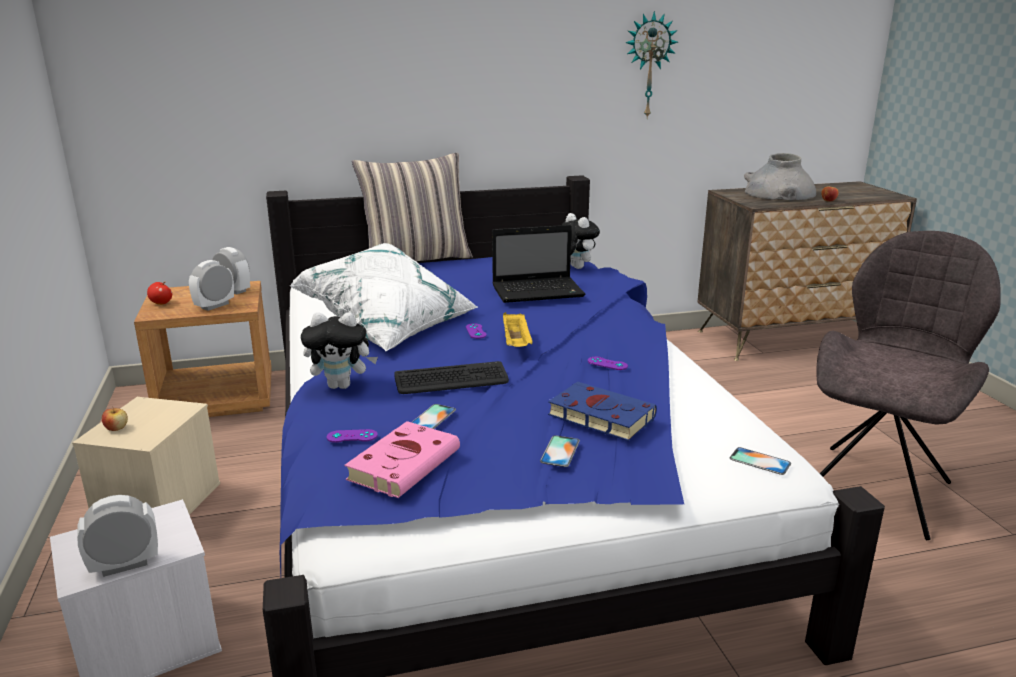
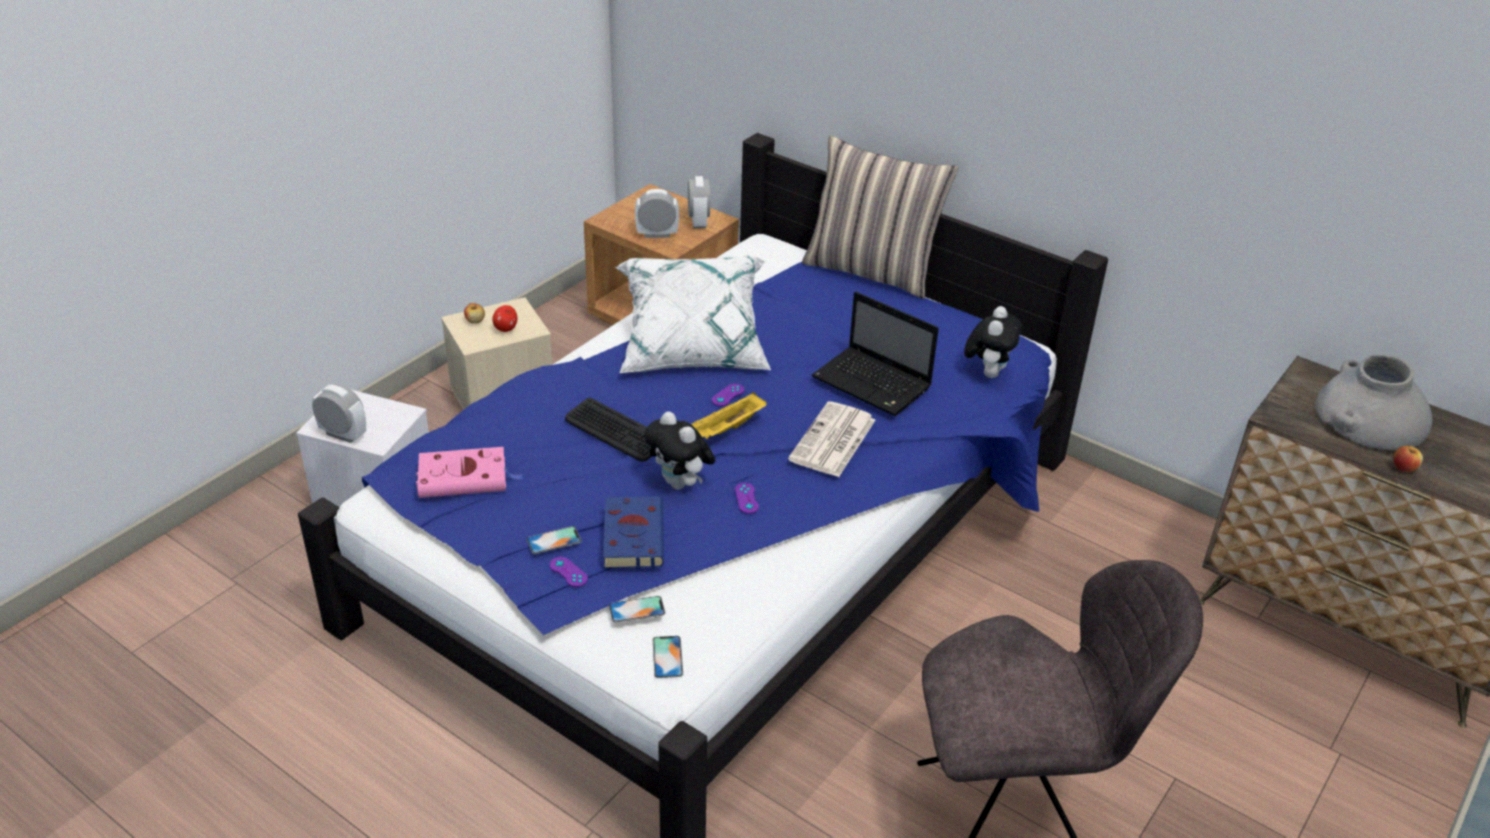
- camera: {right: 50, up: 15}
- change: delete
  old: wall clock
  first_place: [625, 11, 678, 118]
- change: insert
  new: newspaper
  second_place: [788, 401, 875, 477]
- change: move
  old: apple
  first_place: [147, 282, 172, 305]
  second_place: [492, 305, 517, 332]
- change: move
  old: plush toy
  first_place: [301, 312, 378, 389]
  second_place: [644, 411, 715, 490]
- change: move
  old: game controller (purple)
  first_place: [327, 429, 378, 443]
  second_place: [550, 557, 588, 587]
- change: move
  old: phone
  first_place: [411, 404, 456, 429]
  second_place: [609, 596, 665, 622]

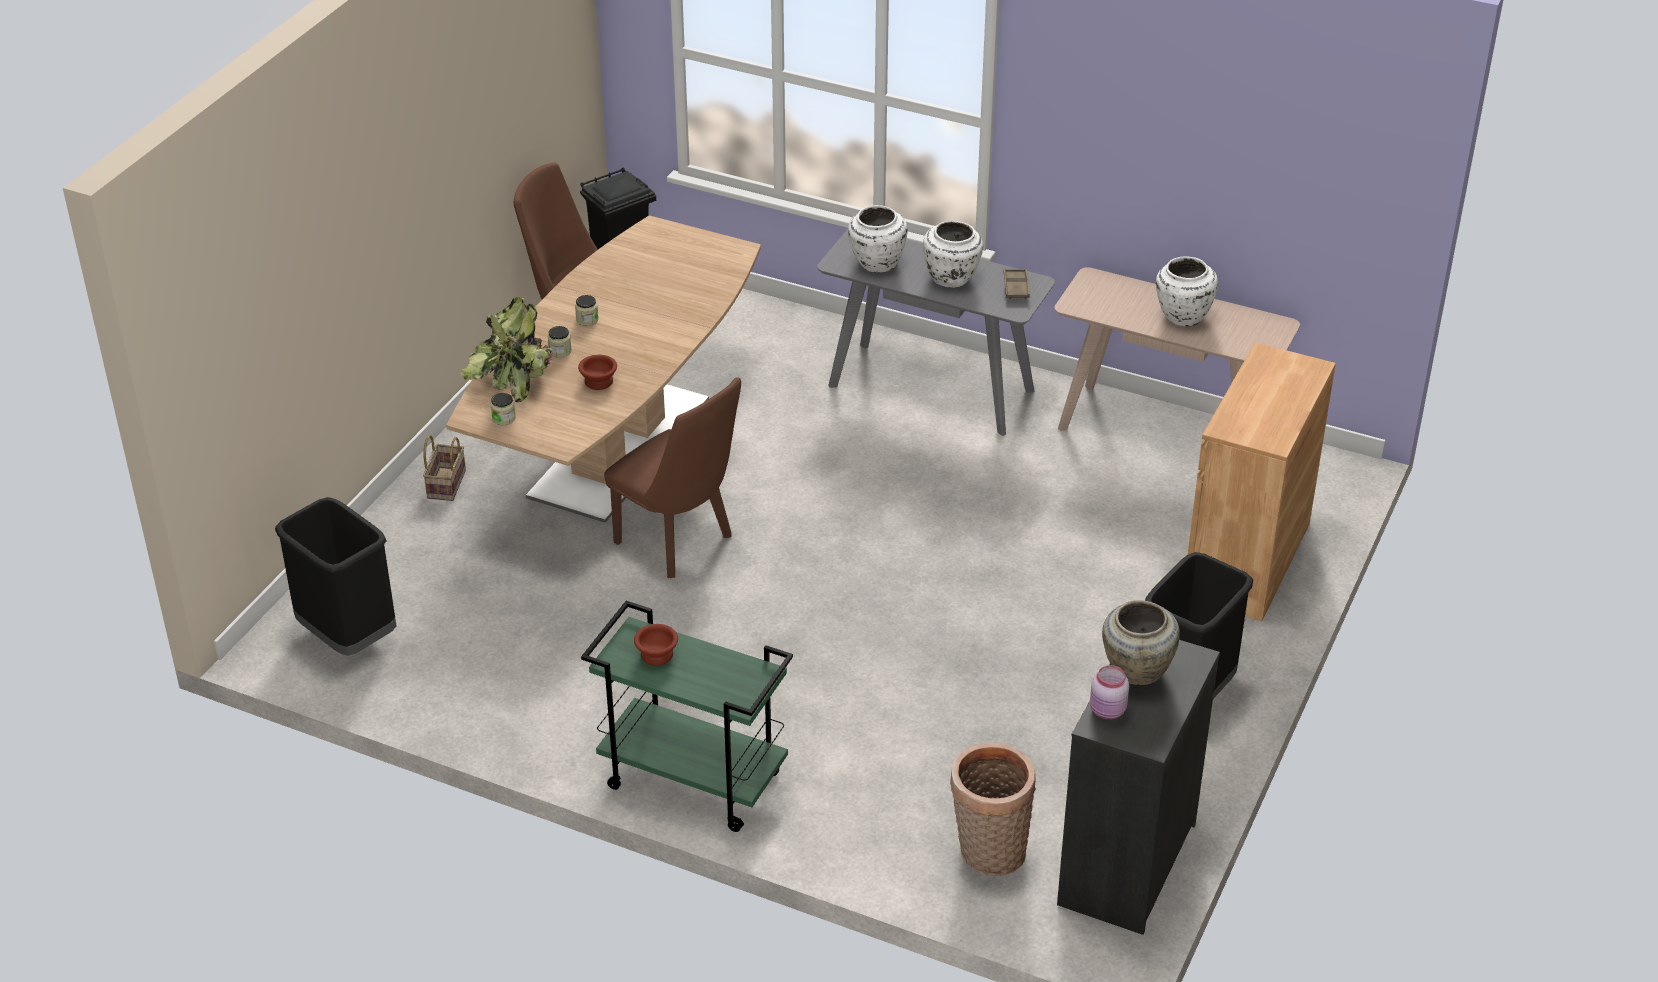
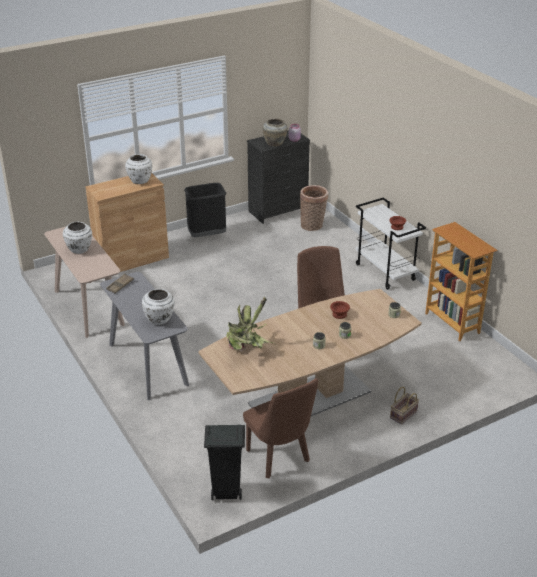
- camera: {right: -145, up: -5}
- change: delete
  old: trash can (black)
  first_place: [275, 497, 396, 656]
- change: insert
  new: bookcase
  second_place: [425, 222, 497, 341]
- change: move
  old: potted plant
  first_place: [461, 297, 553, 403]
  second_place: [226, 297, 275, 351]
- change: move
  old: vase (white)
  first_place: [923, 221, 983, 288]
  second_place: [125, 154, 152, 184]
- change: recolor
  old: cart (green)
  new: cart (white)
  first_place: [581, 601, 793, 832]
  second_place: [355, 197, 426, 290]

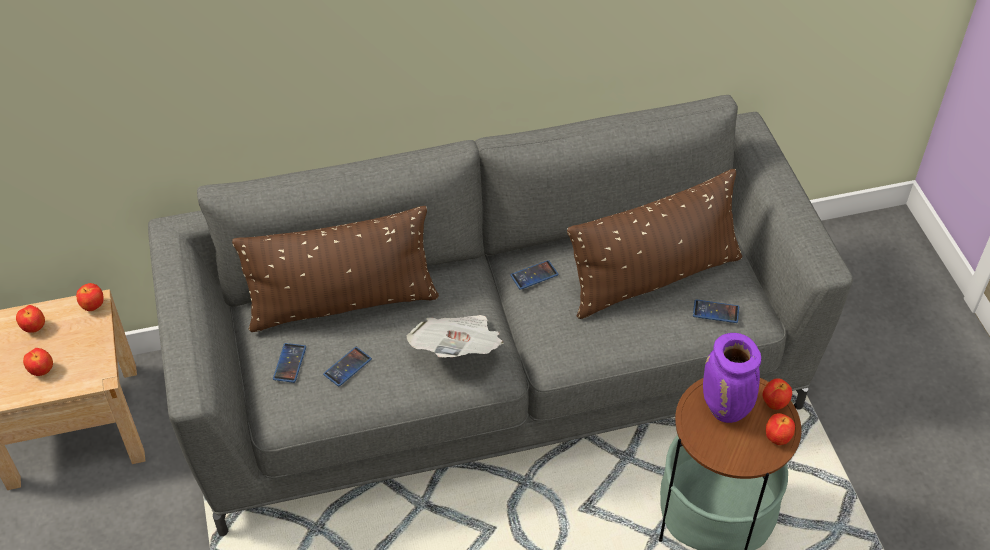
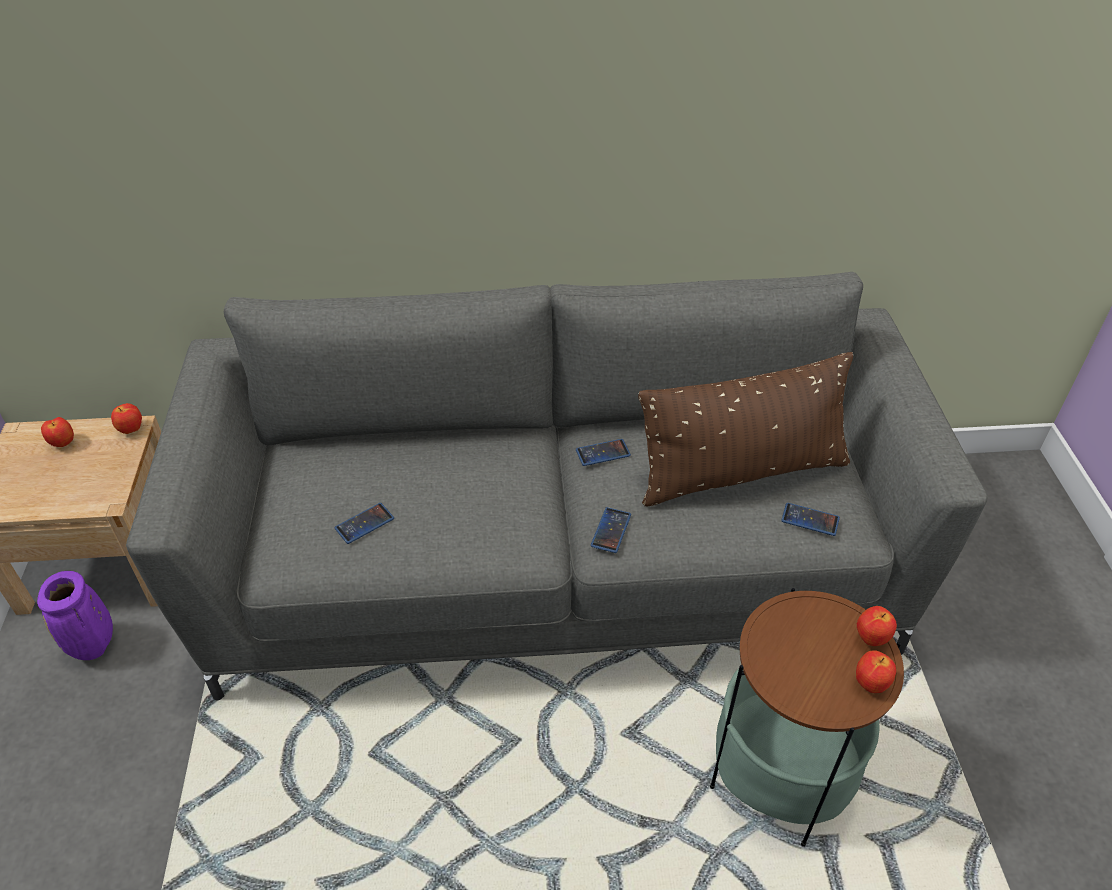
- camera: {right: 10, up: -5}
- change: delete
  old: apple
  first_place: [23, 348, 53, 376]
- change: delete
  old: pillow (brown)
  first_place: [232, 206, 439, 332]
- change: delete
  old: newspaper
  first_place: [406, 315, 503, 357]
- change: move
  old: phone
  first_place: [273, 343, 306, 383]
  second_place: [591, 507, 631, 553]
- change: move
  old: vase (purple)
  first_place: [703, 333, 761, 423]
  second_place: [37, 571, 113, 660]

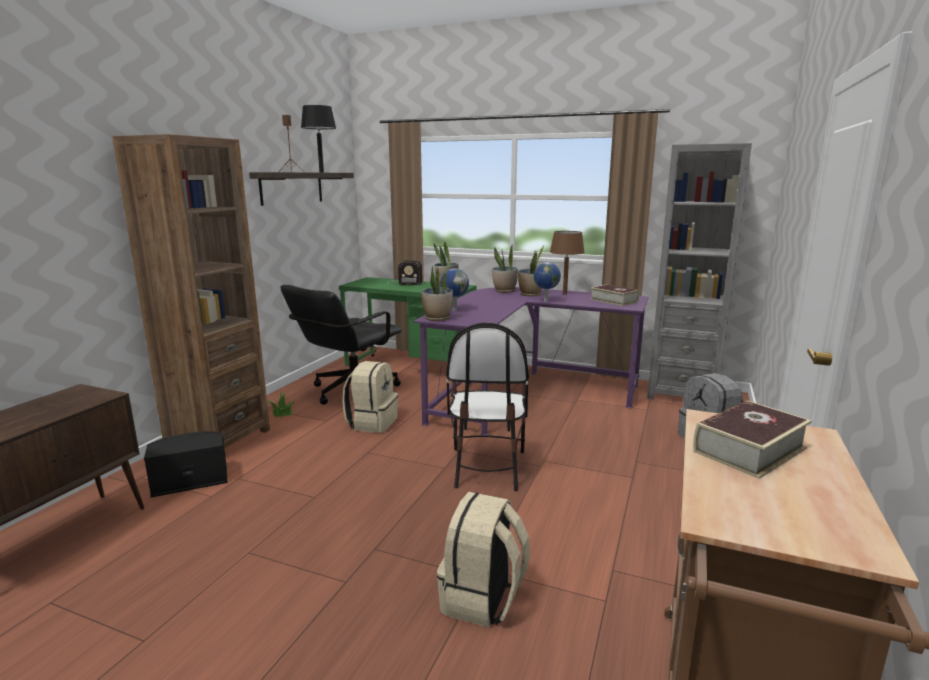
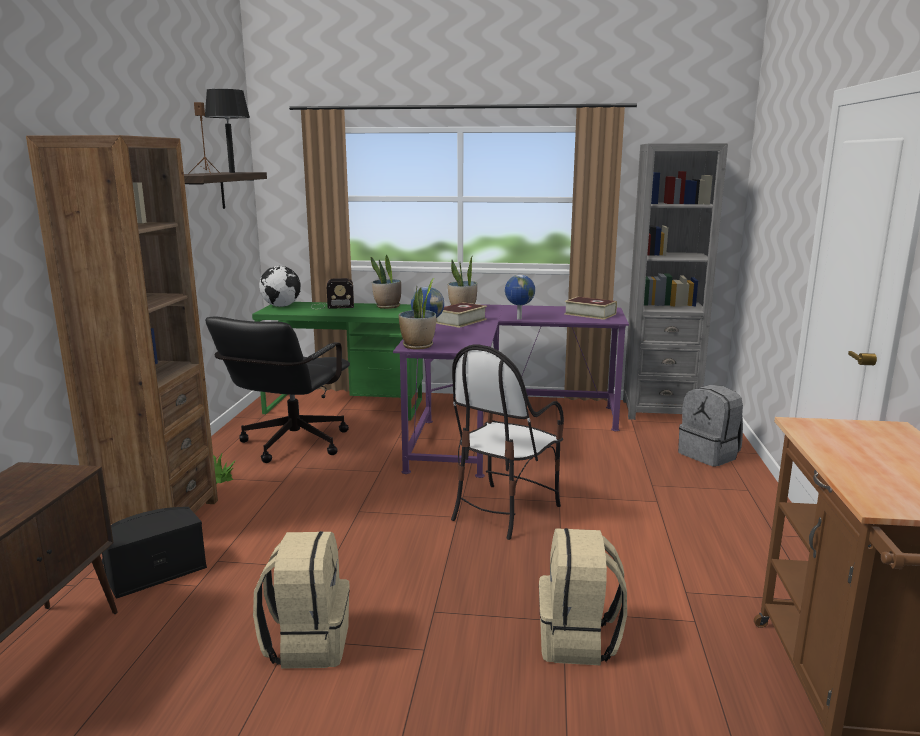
- camera: {right: -15, up: 0}
- change: delete
  old: potted plant
  first_place: [518, 245, 545, 296]
- change: delete
  old: table lamp (brown)
  first_place: [550, 231, 585, 295]
- change: insert
  new: globe
  second_place: [259, 266, 301, 307]
- change: move
  old: backpack (beige)
  first_place: [342, 361, 398, 433]
  second_place: [253, 531, 350, 669]
- change: move
  old: book
  first_place: [693, 400, 812, 479]
  second_place: [436, 302, 487, 328]
- change: rotate
  old: chair
  first_place: [446, 323, 529, 491]
  second_place: [451, 344, 564, 540]
  degrees: 45

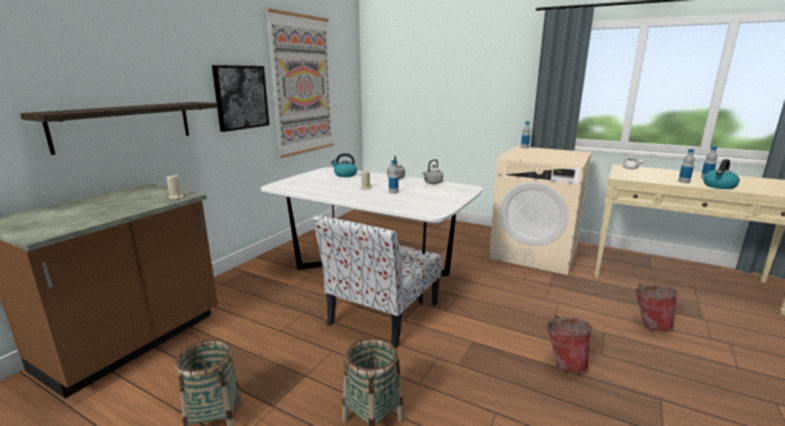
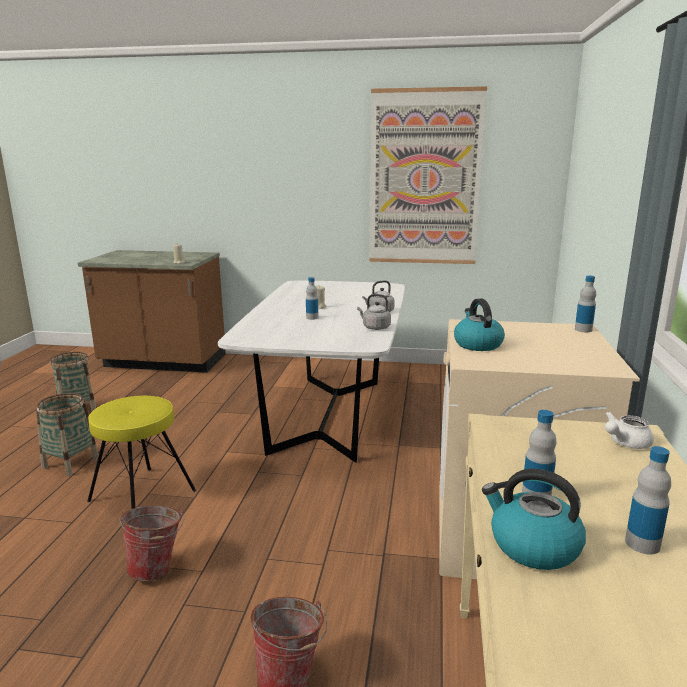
- camera: {right: 70, up: 0}
- change: delete
  old: shelf
  first_place: [20, 102, 217, 155]
- change: delete
  old: picture
  first_place: [212, 65, 269, 132]
- change: delete
  old: chair
  first_place: [312, 215, 442, 348]
- change: insert
  new: stool (yellow)
  second_place: [87, 396, 196, 509]
- change: move
  old: kettle
  first_place: [331, 153, 357, 177]
  second_place: [454, 299, 505, 351]

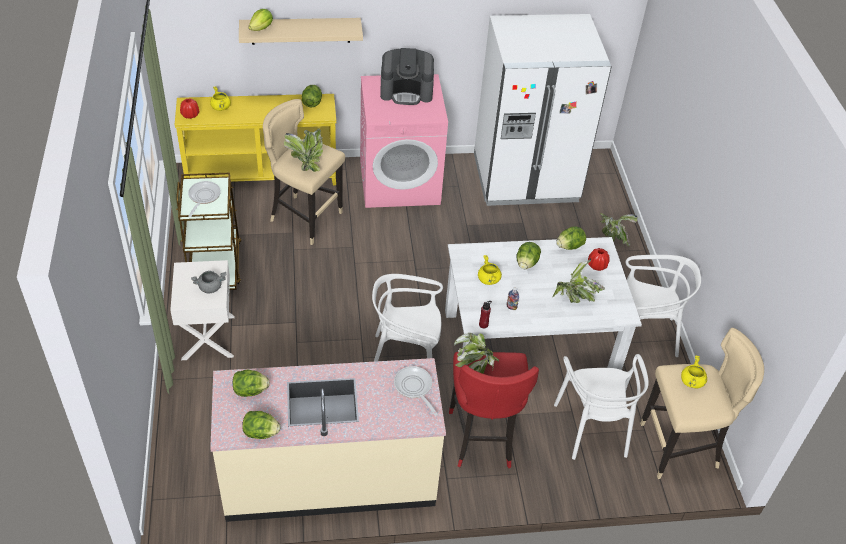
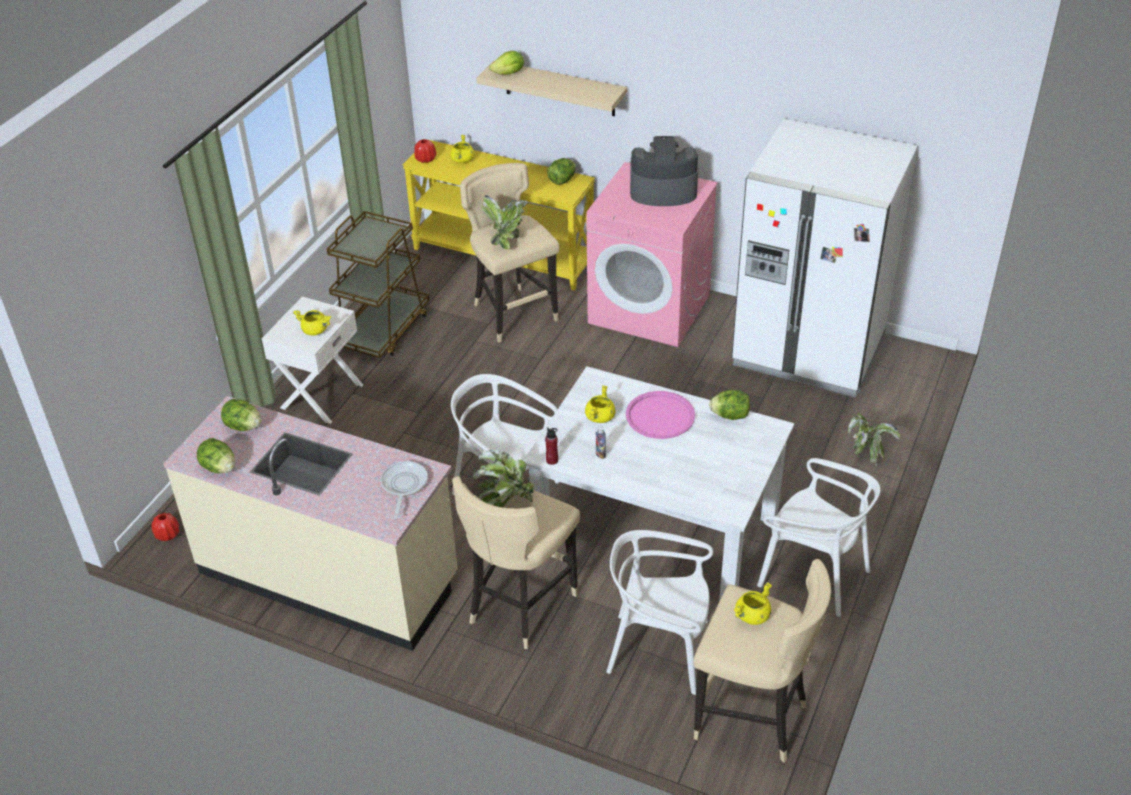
- camera: {right: 35, up: -5}
- change: delete
  old: frying pan
  first_place: [188, 181, 221, 217]
- change: delete
  old: potted plant
  first_place: [553, 259, 605, 303]
- change: move
  old: vase (red)
  first_place: [588, 248, 610, 271]
  second_place: [152, 513, 179, 541]
- change: replace
  old: lettuce
  new: tray (pink)
  first_place: [516, 242, 541, 269]
  second_place: [626, 391, 695, 439]
- change: recolor
  old: cooking pot (grey)
  new: cooking pot (yellow)
  first_place: [191, 271, 226, 293]
  second_place: [293, 310, 331, 336]
- change: recolor
  old: stool (red)
  new: stool (beige)
  first_place: [449, 352, 539, 468]
  second_place: [452, 476, 580, 649]
- change: rotate
  old: coffee machine
  first_place: [380, 48, 434, 105]
  second_place: [630, 136, 698, 206]
  degrees: 150
- change: rotate
  old: chair (white)
  first_place: [554, 354, 649, 460]
  second_place: [607, 530, 713, 695]
  degrees: 75

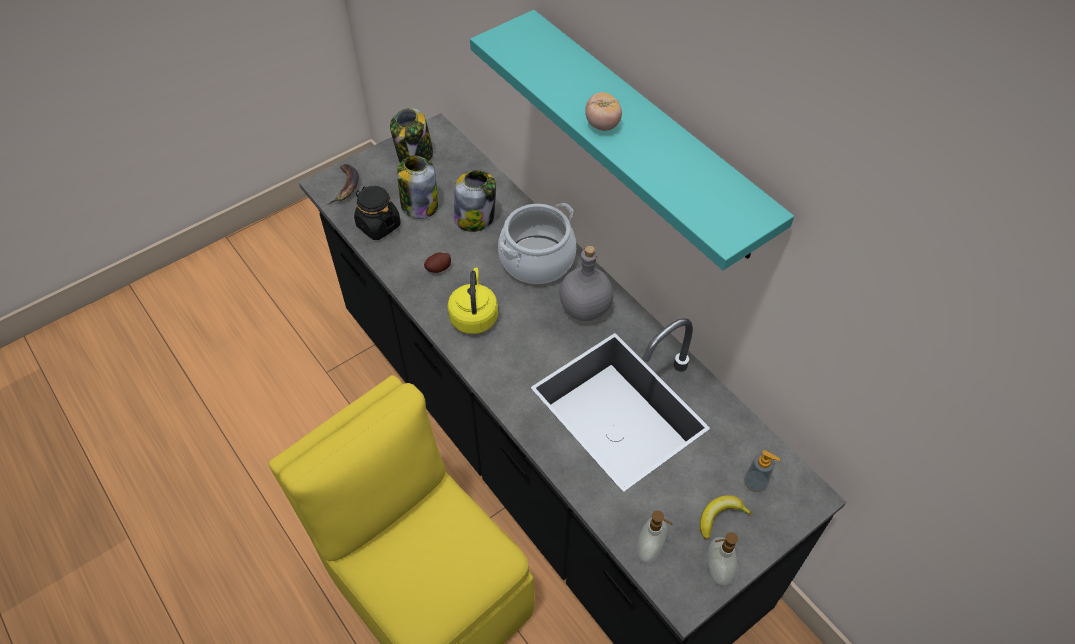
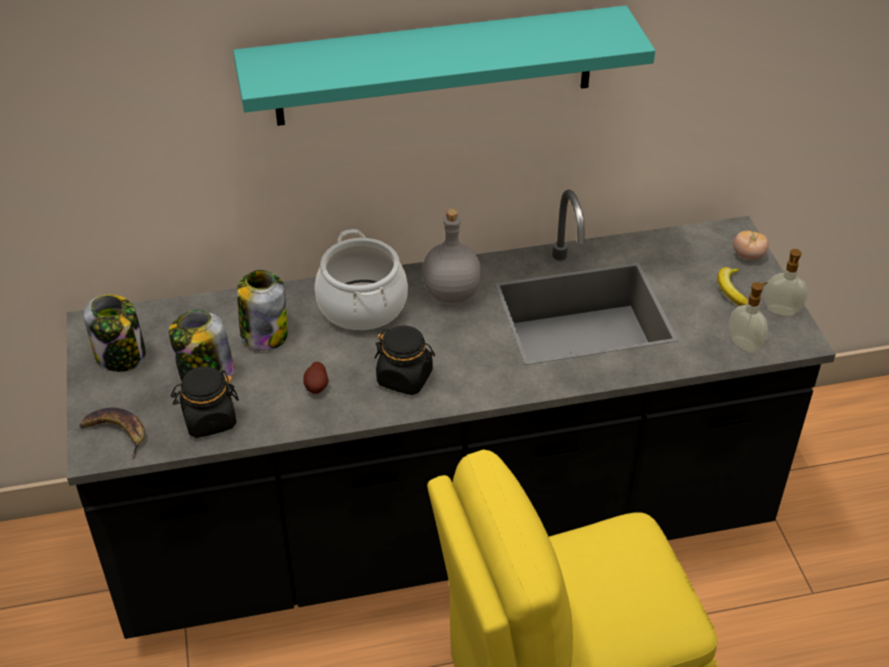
- camera: {right: -65, up: -10}
- change: delete
  old: soap dispenser
  first_place: [744, 450, 780, 492]
- change: move
  old: tomato
  first_place: [585, 92, 622, 131]
  second_place: [733, 231, 769, 260]
- change: replace
  old: kettle (yellow)
  new: jar (black)
  first_place: [448, 267, 498, 334]
  second_place: [375, 326, 435, 395]

